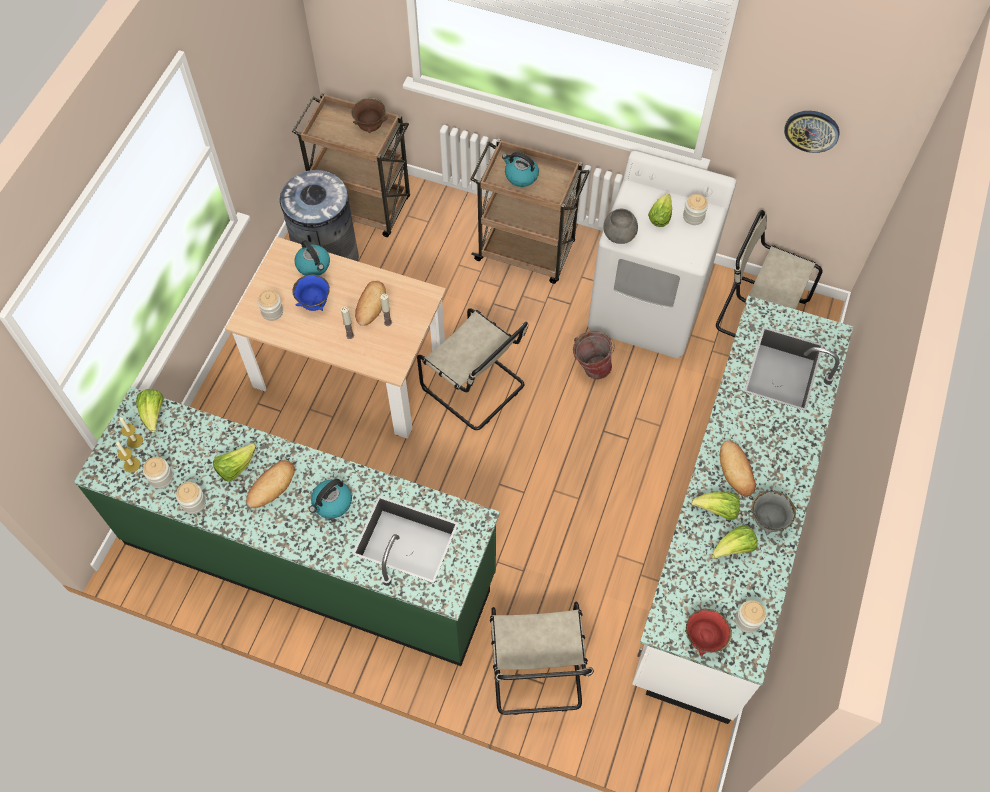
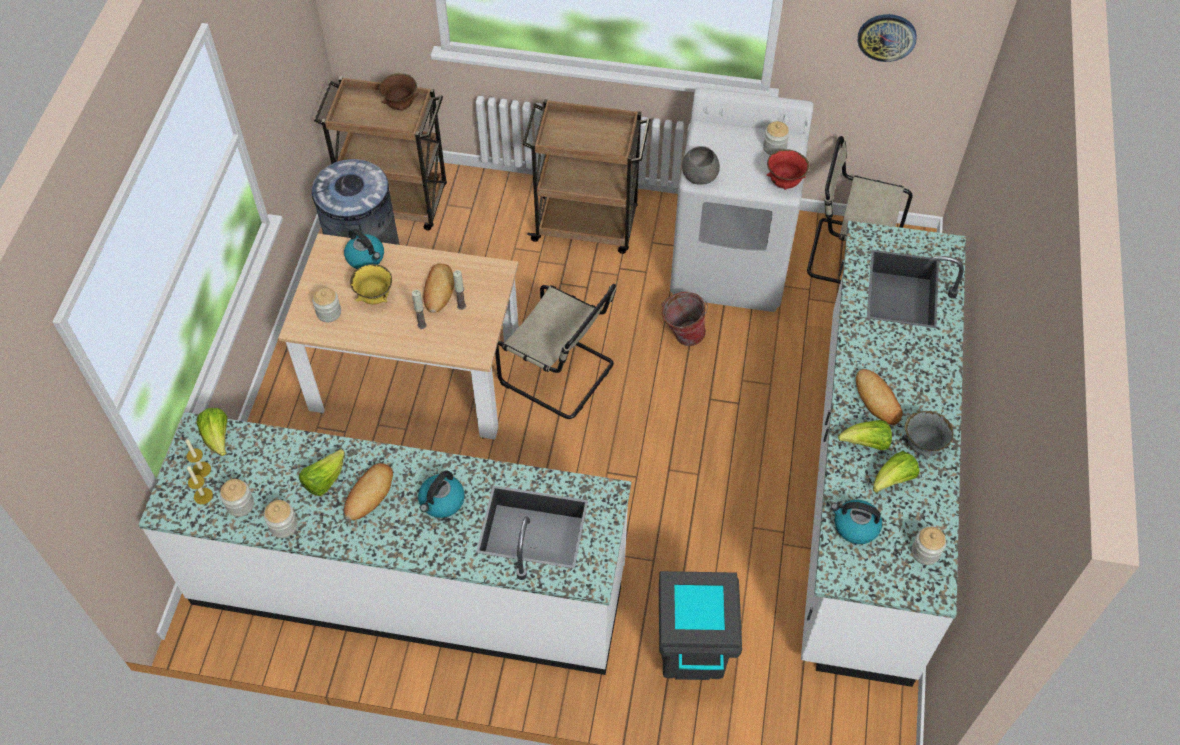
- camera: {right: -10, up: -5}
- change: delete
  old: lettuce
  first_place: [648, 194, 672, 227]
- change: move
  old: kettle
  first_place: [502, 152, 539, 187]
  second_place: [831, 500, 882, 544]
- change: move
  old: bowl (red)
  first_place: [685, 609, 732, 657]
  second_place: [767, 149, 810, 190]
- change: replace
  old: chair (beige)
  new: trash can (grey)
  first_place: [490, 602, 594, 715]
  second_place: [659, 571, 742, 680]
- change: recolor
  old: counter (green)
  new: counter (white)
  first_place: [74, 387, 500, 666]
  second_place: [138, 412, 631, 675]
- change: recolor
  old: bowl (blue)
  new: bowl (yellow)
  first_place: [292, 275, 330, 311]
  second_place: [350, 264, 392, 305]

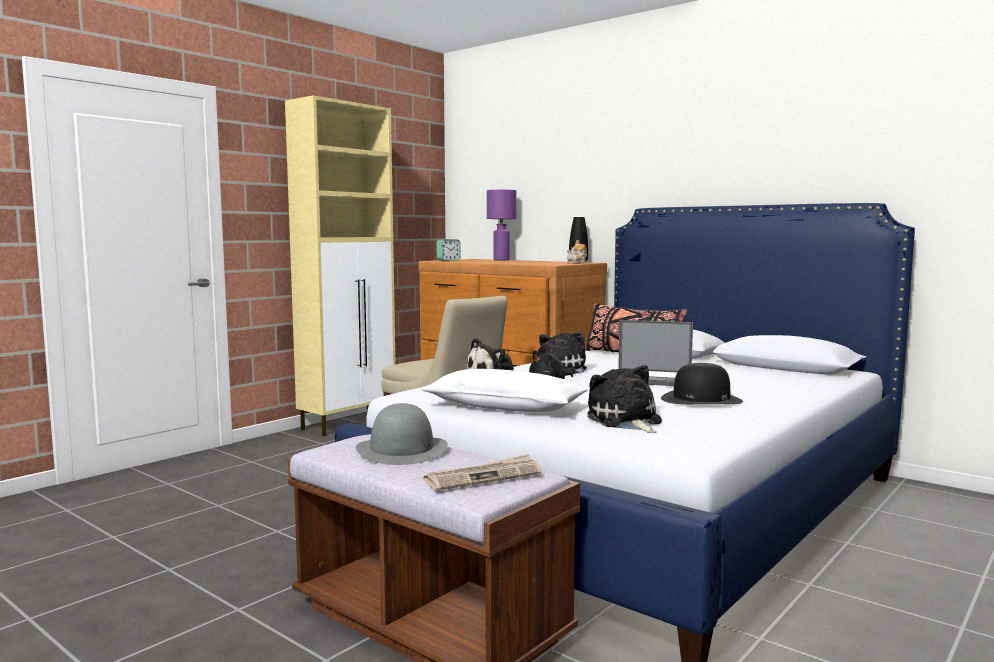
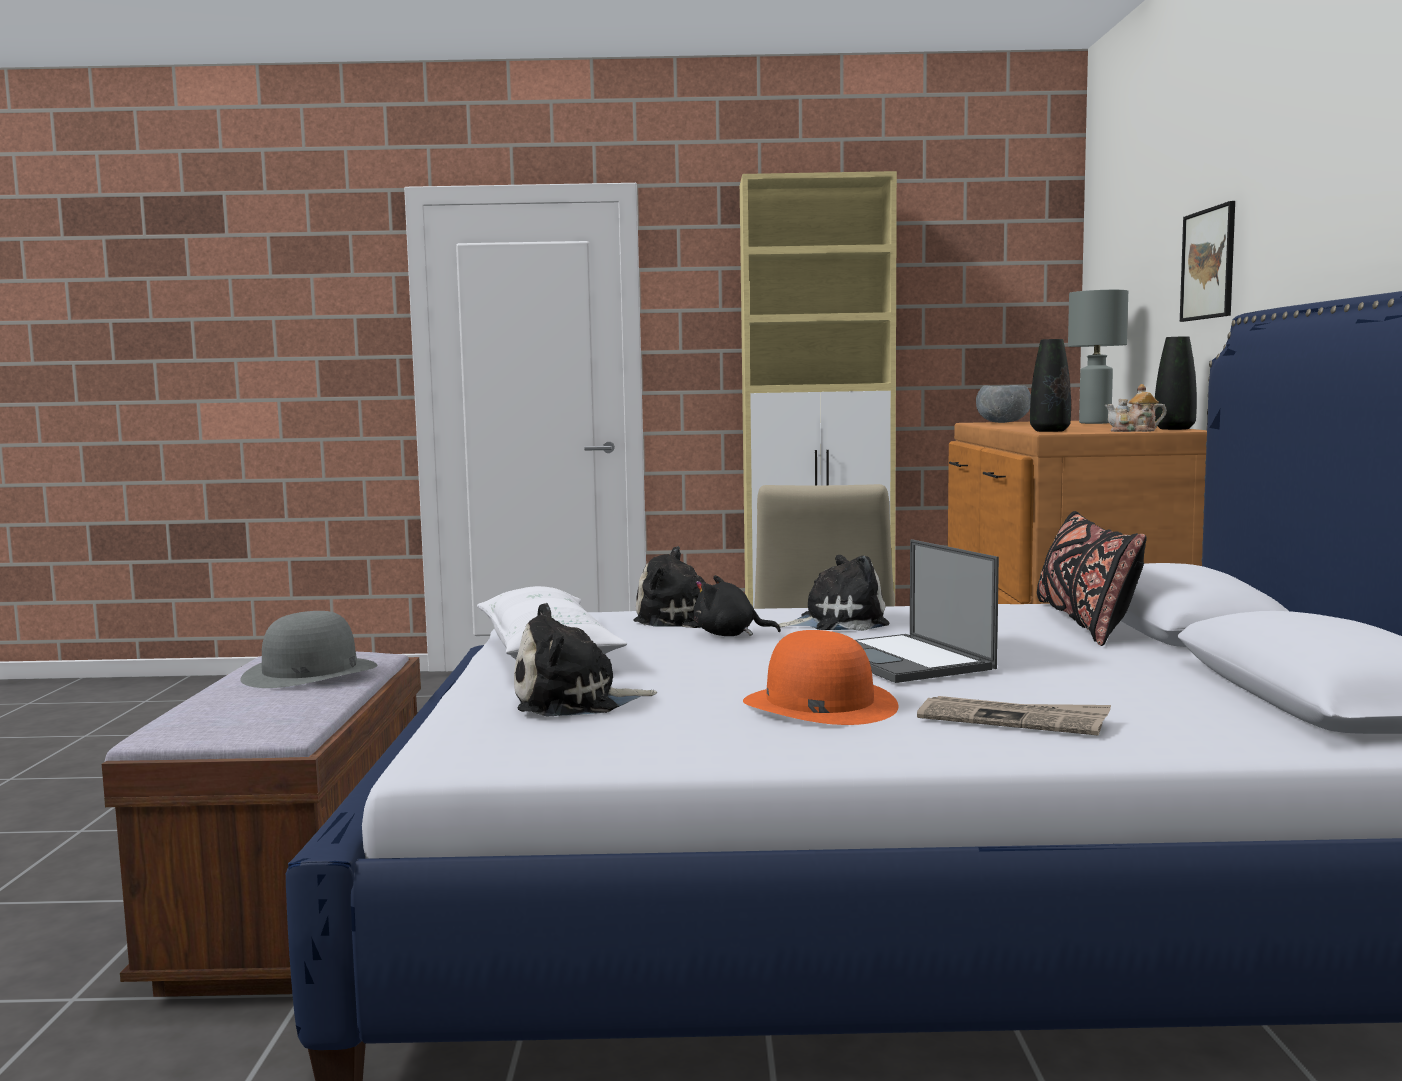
- camera: {right: 50, up: 0}
- change: insert
  new: vase (black)
  second_place: [1030, 339, 1071, 432]
- change: insert
  new: picture
  second_place: [1180, 201, 1235, 322]
- change: move
  old: newspaper
  first_place: [424, 454, 541, 491]
  second_place: [917, 696, 1111, 736]
- change: replace
  old: alarm clock
  new: bowl (grey)
  first_place: [436, 239, 461, 261]
  second_place: [976, 385, 1031, 423]
- change: recolor
  old: table lamp (purple)
  new: table lamp (grey)
  first_place: [487, 190, 517, 260]
  second_place: [1068, 290, 1128, 424]
- change: recolor
  old: hat (black)
  new: hat (orange)
  first_place: [661, 363, 743, 404]
  second_place: [743, 630, 898, 725]
- change: rotate
  old: plush toy
  first_place: [587, 365, 662, 433]
  second_place: [514, 603, 657, 716]
  degrees: -135

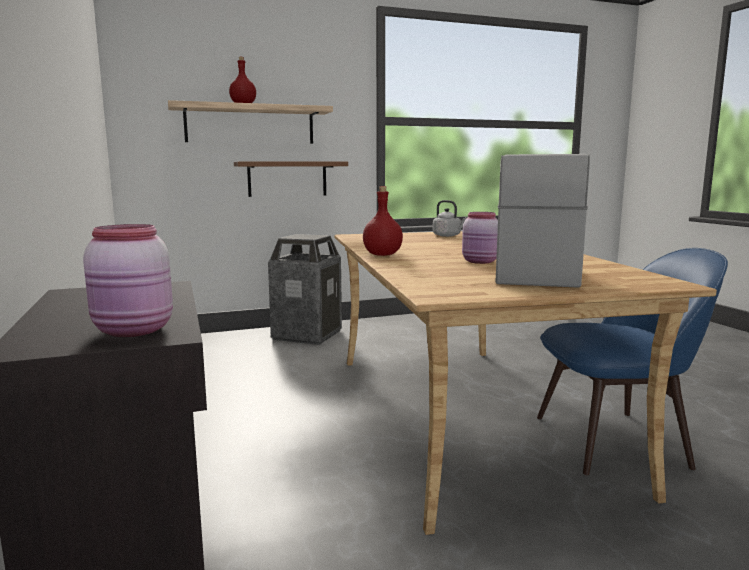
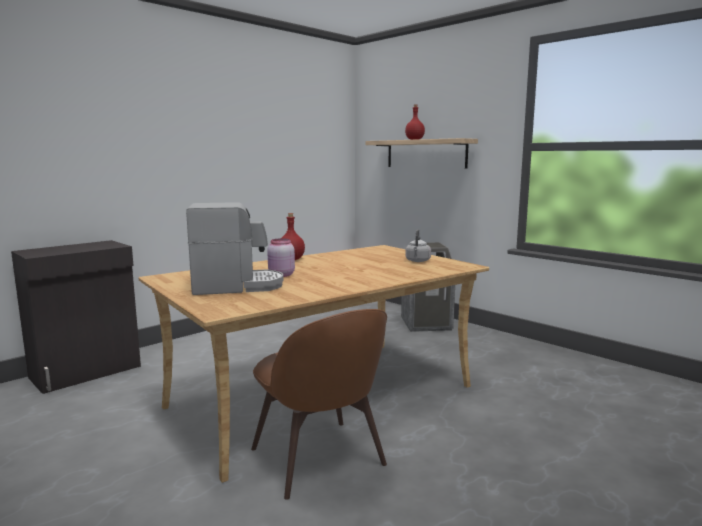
- camera: {right: 65, up: 0}
- change: delete
  old: jar (pink)
  first_place: [83, 224, 173, 337]
- change: delete
  old: shelf (brown)
  first_place: [234, 162, 348, 197]
- change: recolor
  old: chair (blue)
  new: chair (brown)
  first_place: [537, 248, 728, 475]
  second_place: [251, 309, 387, 500]

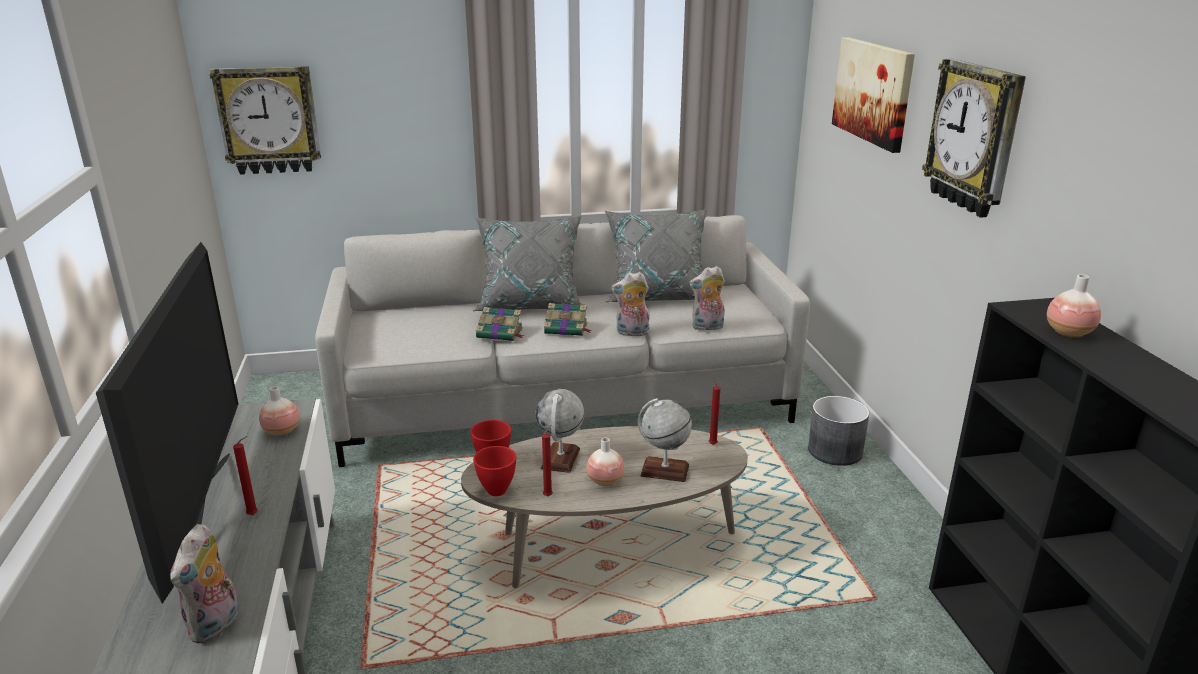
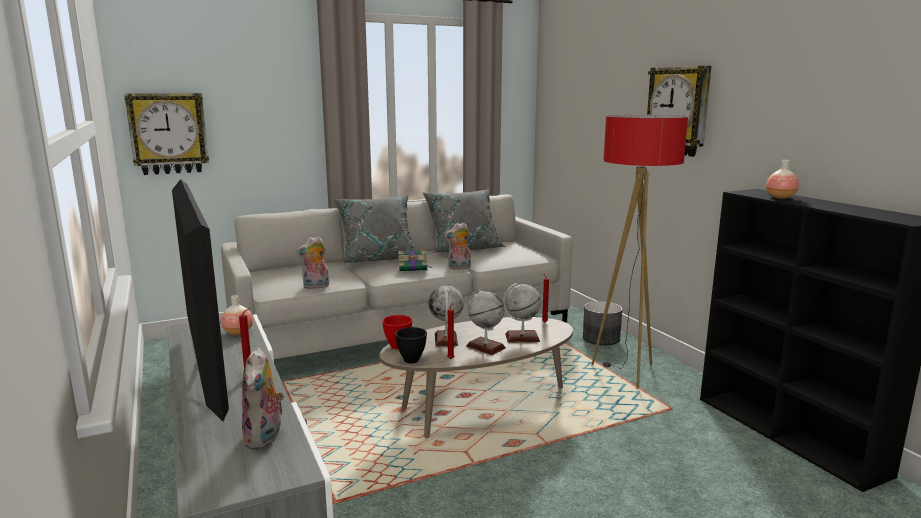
- camera: {right: -15, up: -10}
- change: delete
  old: book
  first_place: [476, 307, 524, 341]
- change: delete
  old: picture
  first_place: [832, 37, 915, 153]
- change: insert
  new: floor lamp
  second_place: [591, 115, 688, 389]
- change: move
  old: plush toy
  first_place: [689, 266, 725, 331]
  second_place: [296, 236, 329, 289]
- change: replace
  old: vase
  new: globe
  first_place: [586, 438, 624, 486]
  second_place: [466, 289, 506, 355]
- change: recolor
  old: bowl (red)
  new: bowl (black)
  first_place: [473, 446, 516, 496]
  second_place: [395, 327, 427, 363]

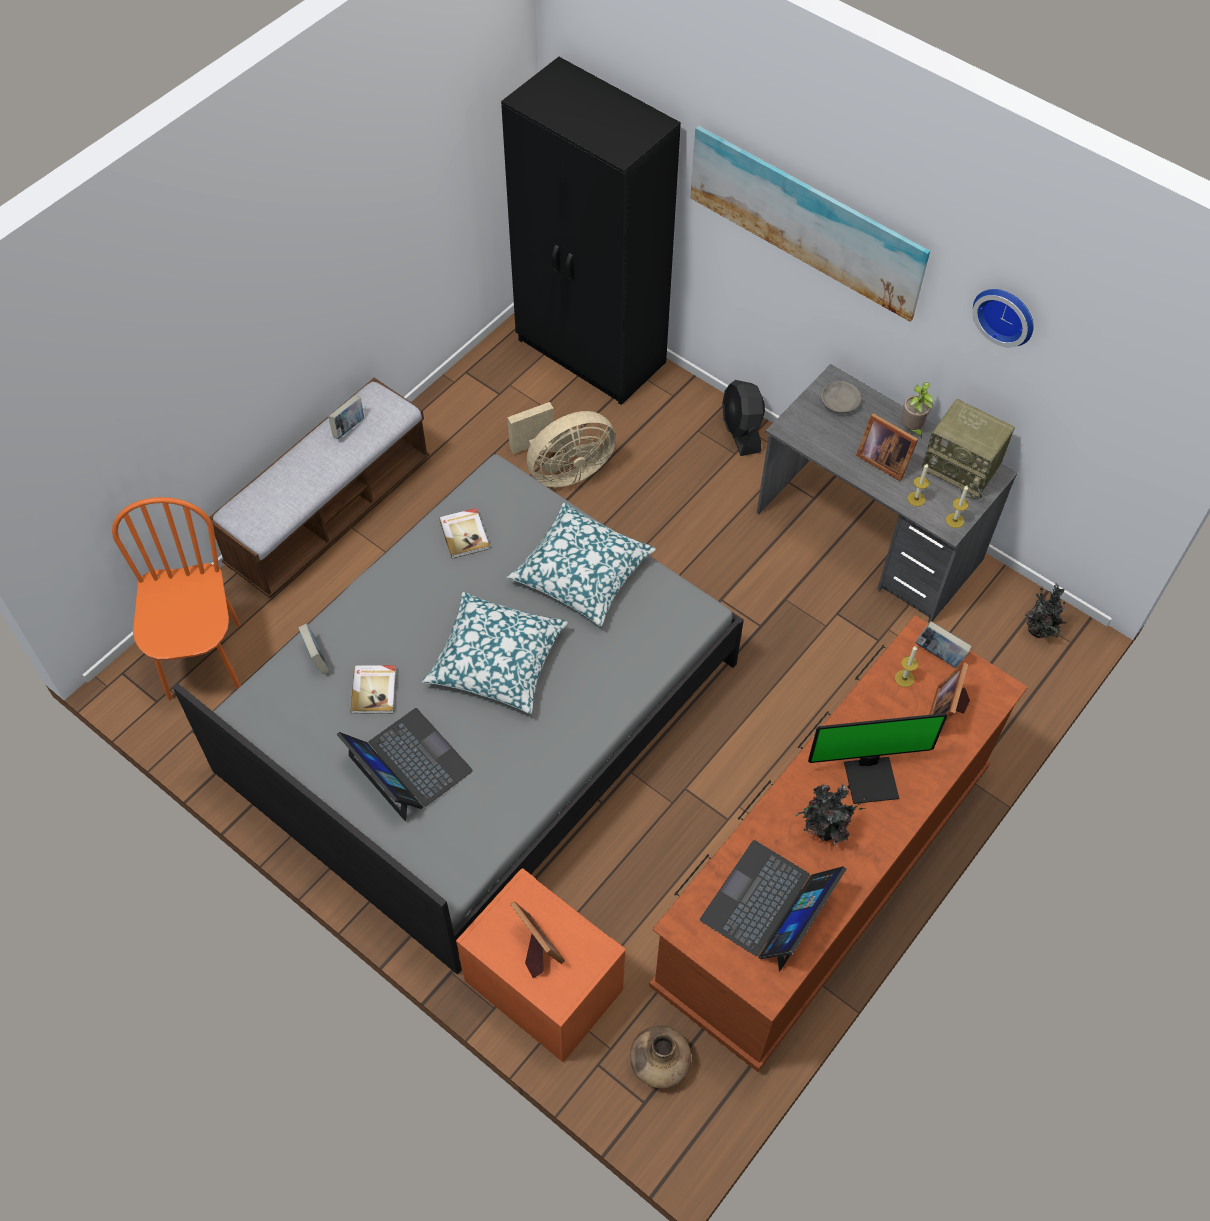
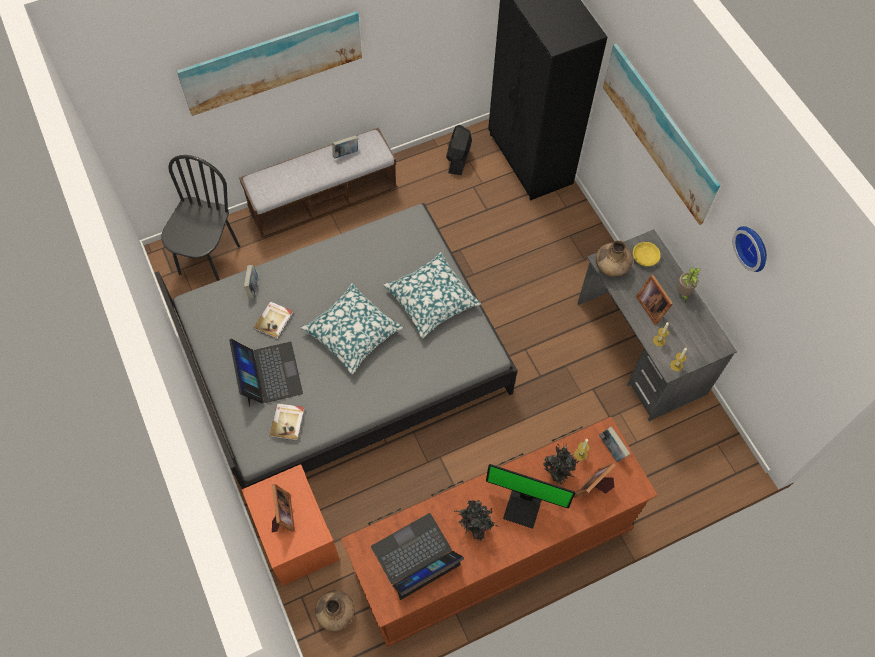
- camera: {right: 25, up: 5}
- change: delete
  old: fan (beige)
  first_place: [507, 402, 616, 487]
- change: delete
  old: radio
  first_place: [922, 399, 1015, 499]
- change: insert
  new: picture
  second_place: [177, 11, 362, 116]
- change: insert
  new: vase (brown)
  second_place: [596, 240, 633, 277]
- change: move
  old: book
  first_place: [439, 508, 489, 558]
  second_place: [270, 404, 304, 441]
- change: move
  old: fan (black)
  first_place: [722, 380, 765, 456]
  second_place: [446, 125, 472, 175]
- change: move
  old: potted plant
  first_place: [1025, 583, 1067, 638]
  second_place: [543, 442, 579, 485]
- change: recolor
  old: chair (orange)
  new: chair (black)
  first_place: [112, 497, 241, 700]
  second_place: [162, 155, 240, 281]
- change: recolor
  old: bowl (grey)
  new: bowl (yellow)
  first_place: [821, 380, 861, 414]
  second_place: [633, 242, 661, 266]

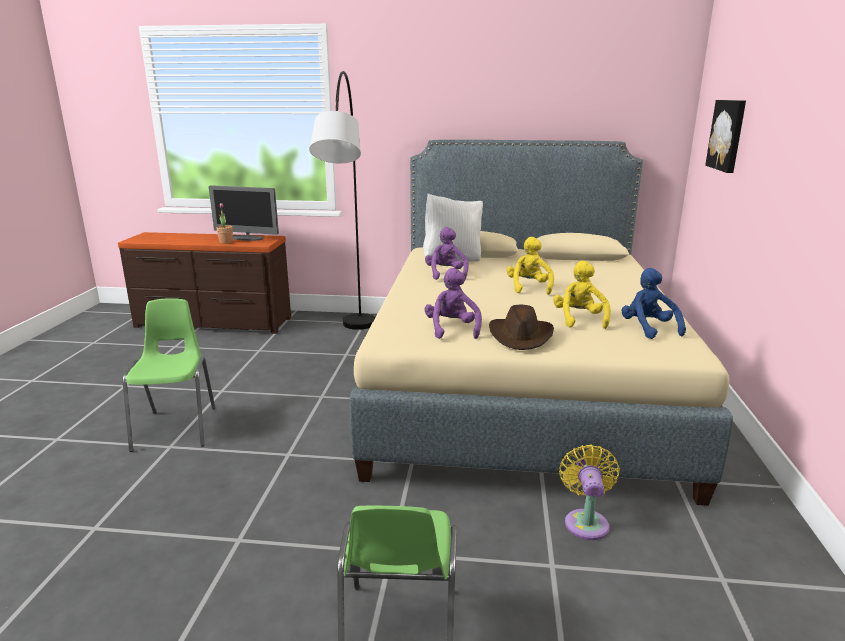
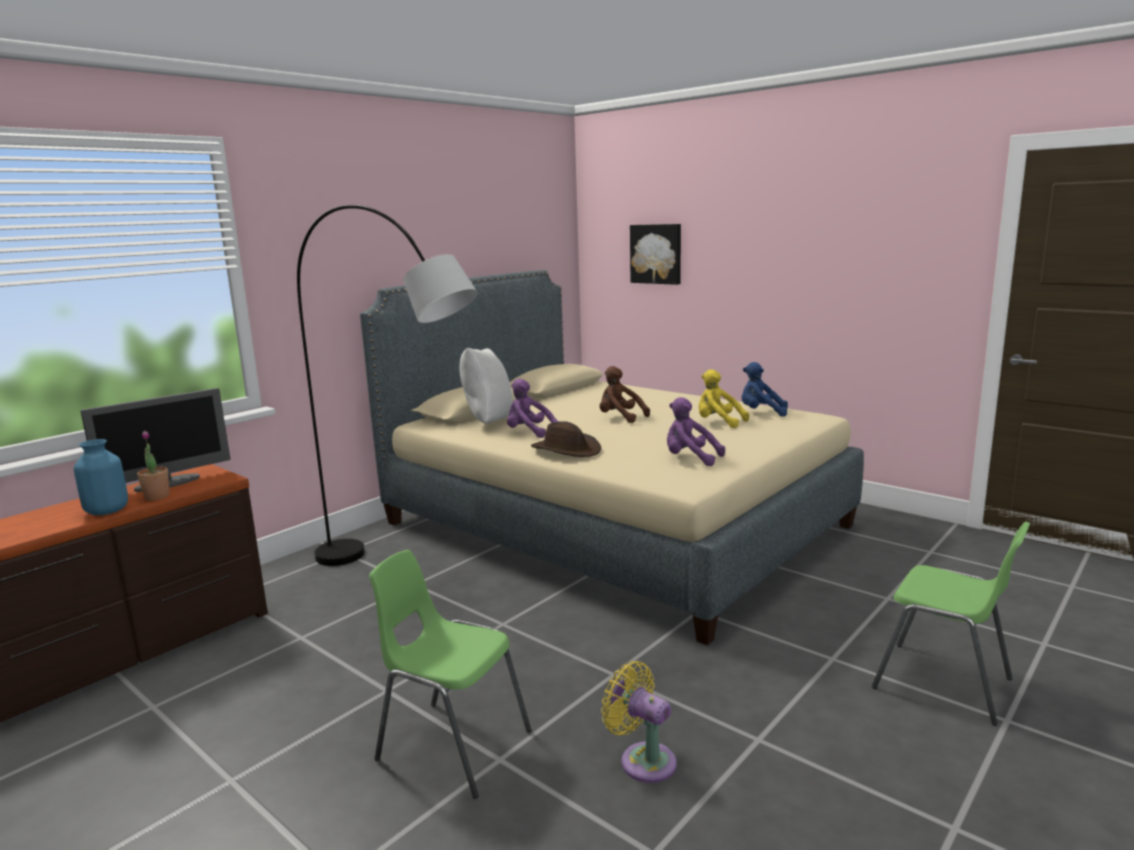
- camera: {right: -55, up: -5}
- change: insert
  new: vase (blue)
  second_place: [74, 439, 128, 515]
- change: move
  old: hat (brown)
  first_place: [489, 305, 554, 350]
  second_place: [531, 421, 601, 457]
- change: move
  old: fan (yellow)
  first_place: [559, 445, 620, 540]
  second_place: [601, 661, 677, 783]
- change: recolor
  old: plush toy (yellow)
  new: plush toy (brown)
  first_place: [507, 237, 554, 295]
  second_place: [600, 366, 650, 423]

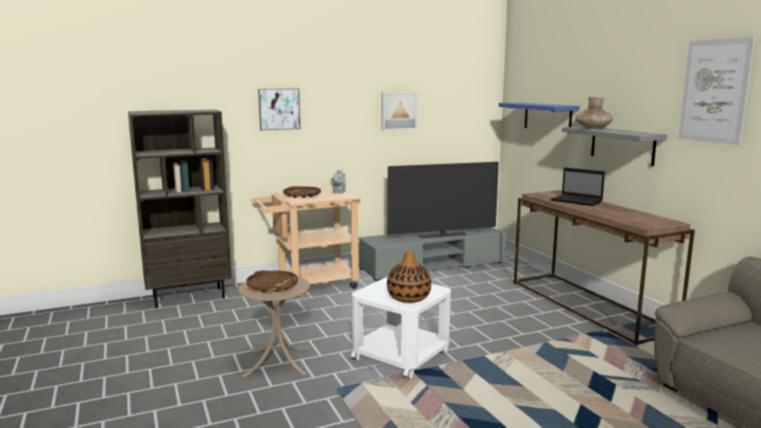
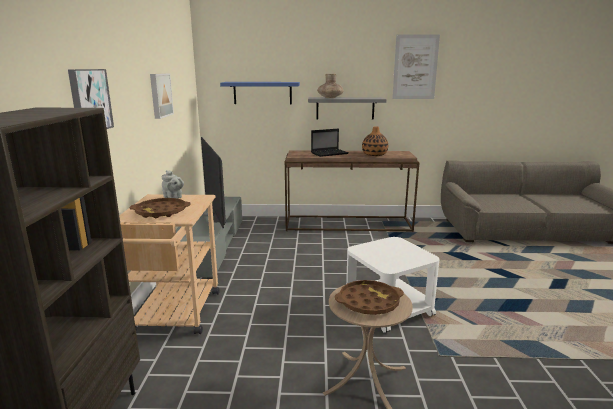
- camera: {right: -65, up: 5}
- change: move
  old: vase
  first_place: [387, 251, 431, 303]
  second_place: [362, 126, 388, 156]
- change: rotate
  old: television
  first_place: [388, 162, 499, 238]
  second_place: [201, 137, 226, 229]
  degrees: 150

